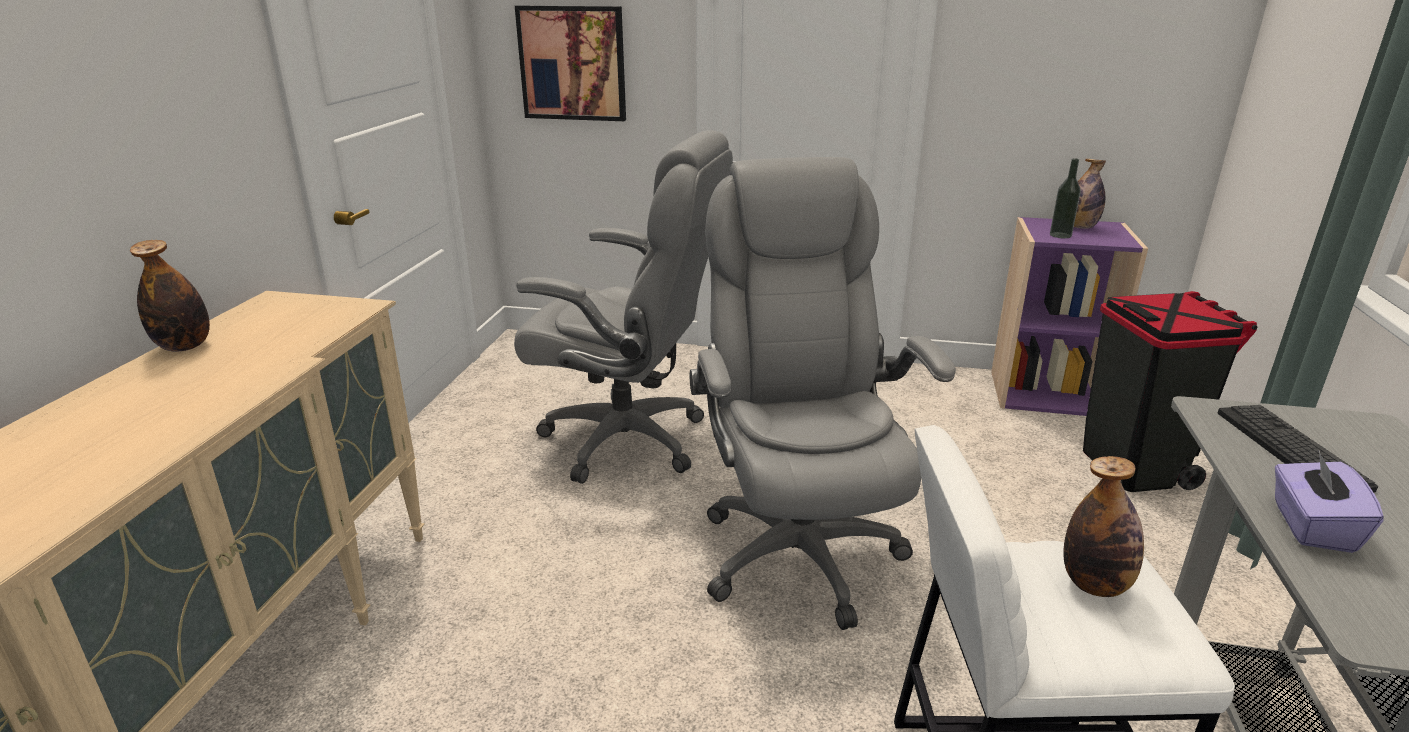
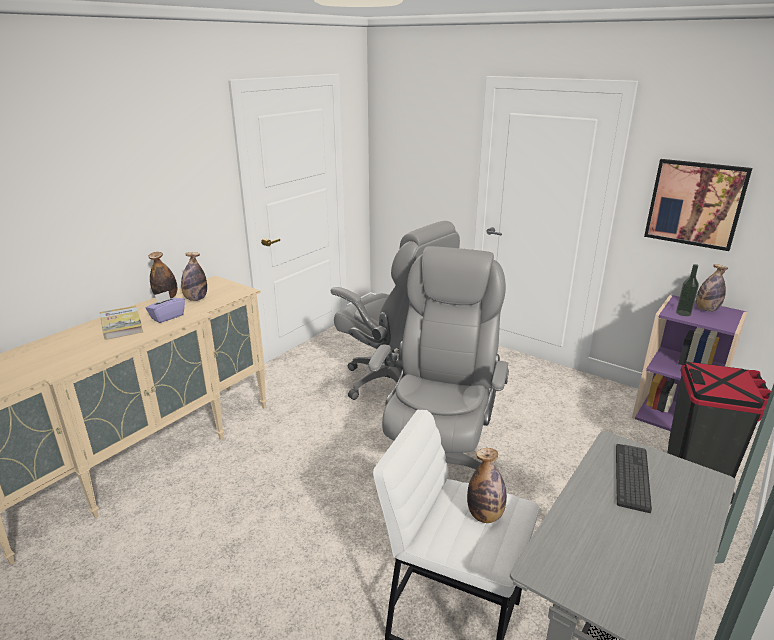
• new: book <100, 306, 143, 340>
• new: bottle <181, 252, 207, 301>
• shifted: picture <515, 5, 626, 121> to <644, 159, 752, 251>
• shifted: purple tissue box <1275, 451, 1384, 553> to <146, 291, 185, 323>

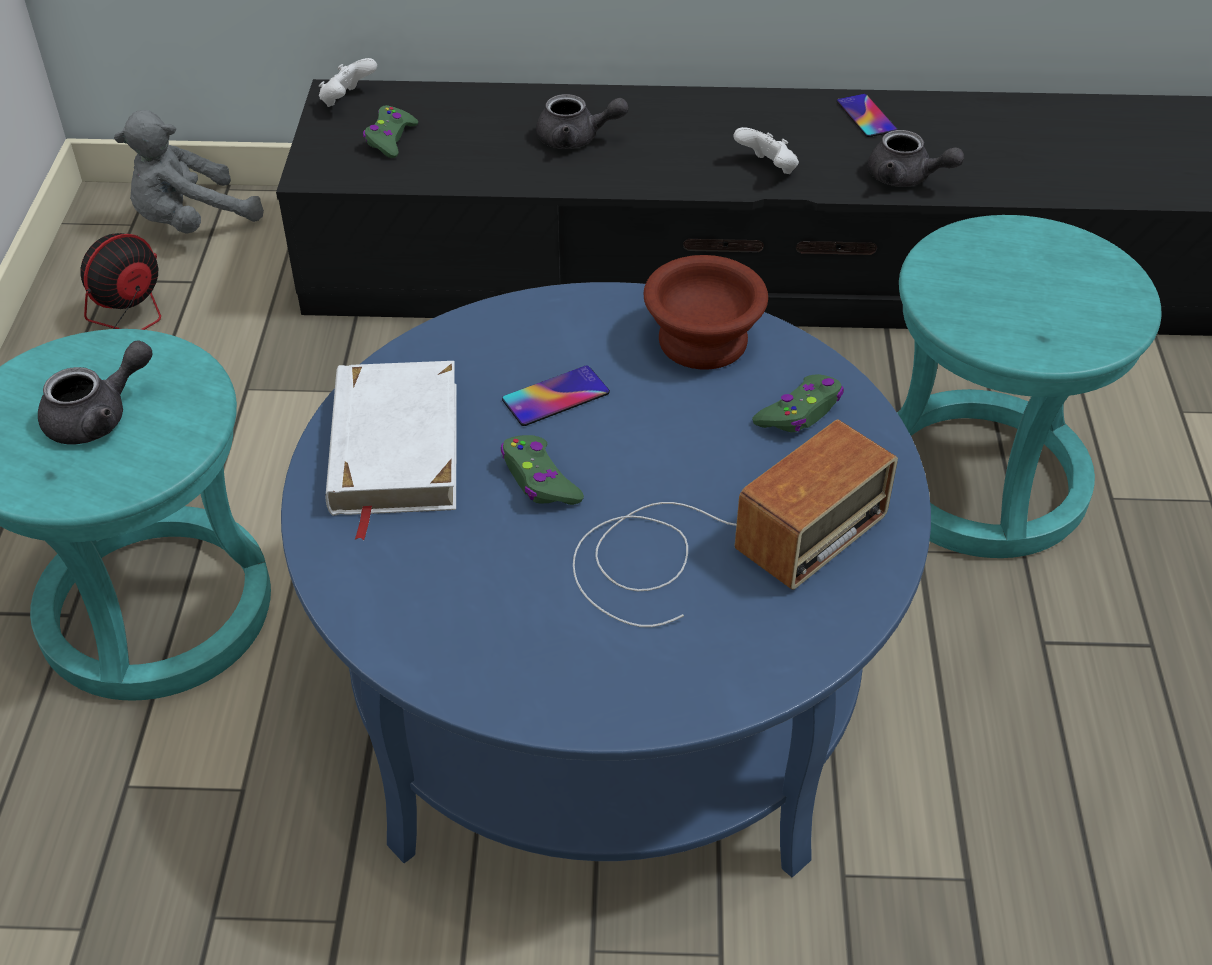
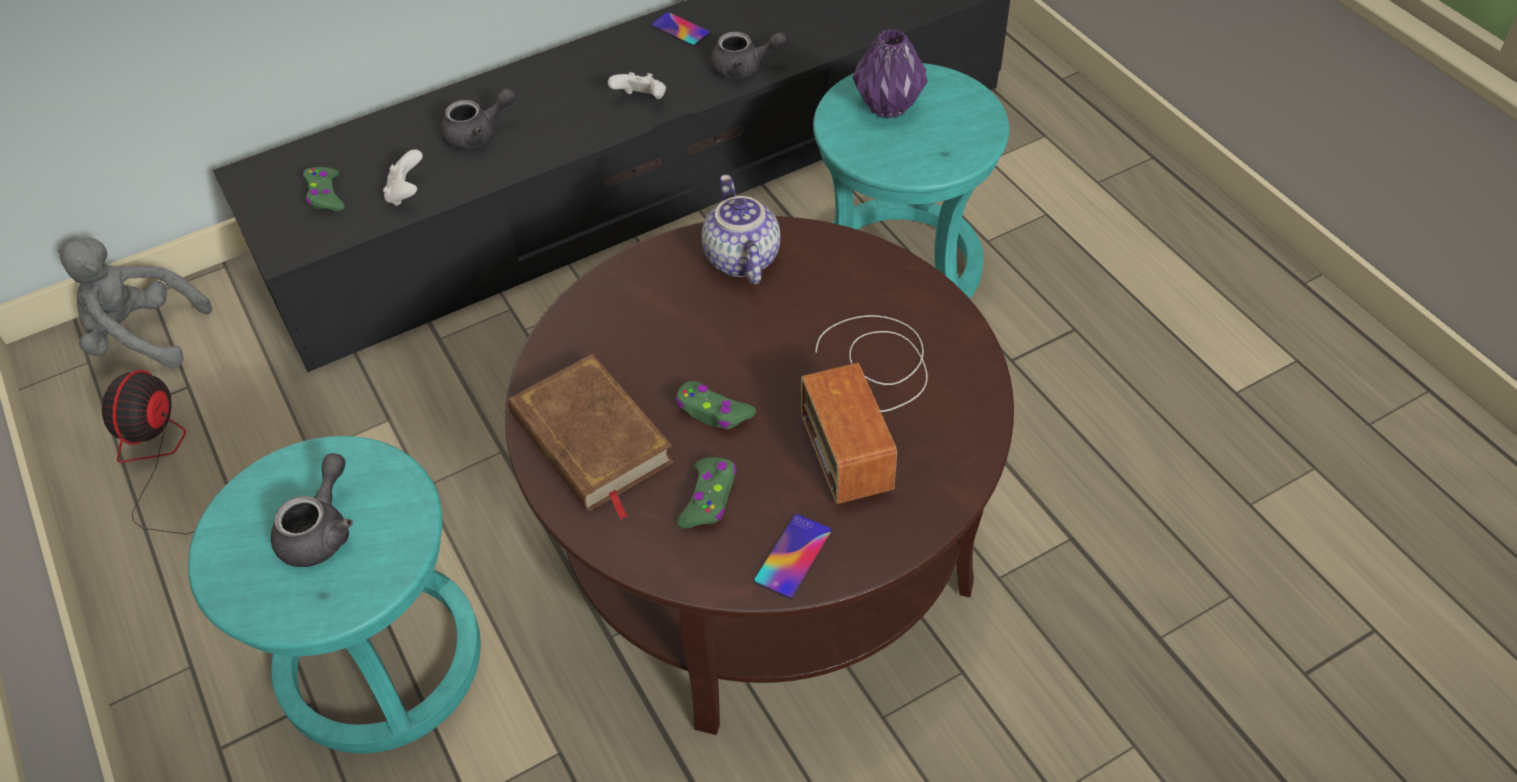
• new: purple vase <852, 29, 928, 119>
• shifted: white game controller <319, 58, 377, 107> to <383, 149, 423, 206>
• shifted: phone <502, 365, 610, 426> to <754, 514, 833, 599>
• shifted: green game controller <752, 374, 844, 432> to <677, 457, 737, 529>
• swapped: brown bowl <644, 255, 768, 370> to teapot <702, 175, 780, 285>
• repainted: blue coffee table <281, 282, 931, 877> to brown coffee table <505, 216, 1014, 735>
• repainted: white book <326, 361, 457, 540> to brown book <508, 354, 674, 520>
• rotated: grey plush toy <114, 110, 264, 234> = <58, 238, 212, 369> 75 degrees clockwise
• rotated: radio <573, 420, 898, 627> = <801, 315, 928, 504> 150 degrees clockwise

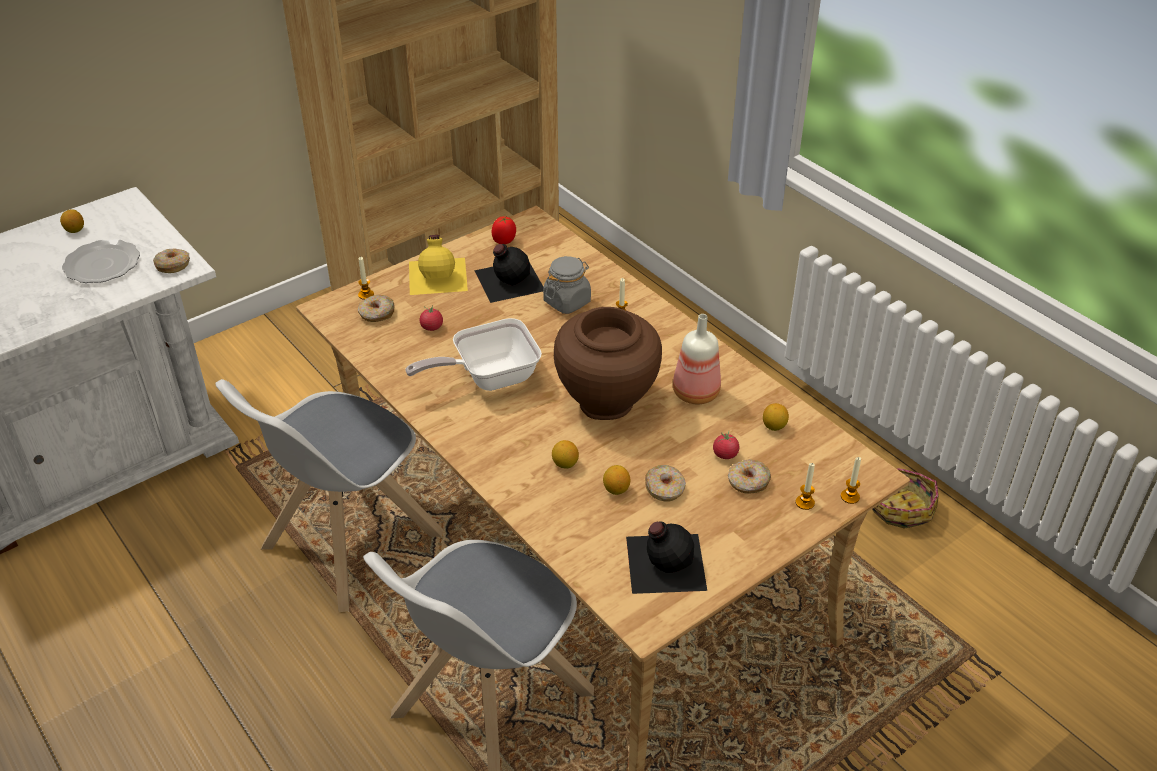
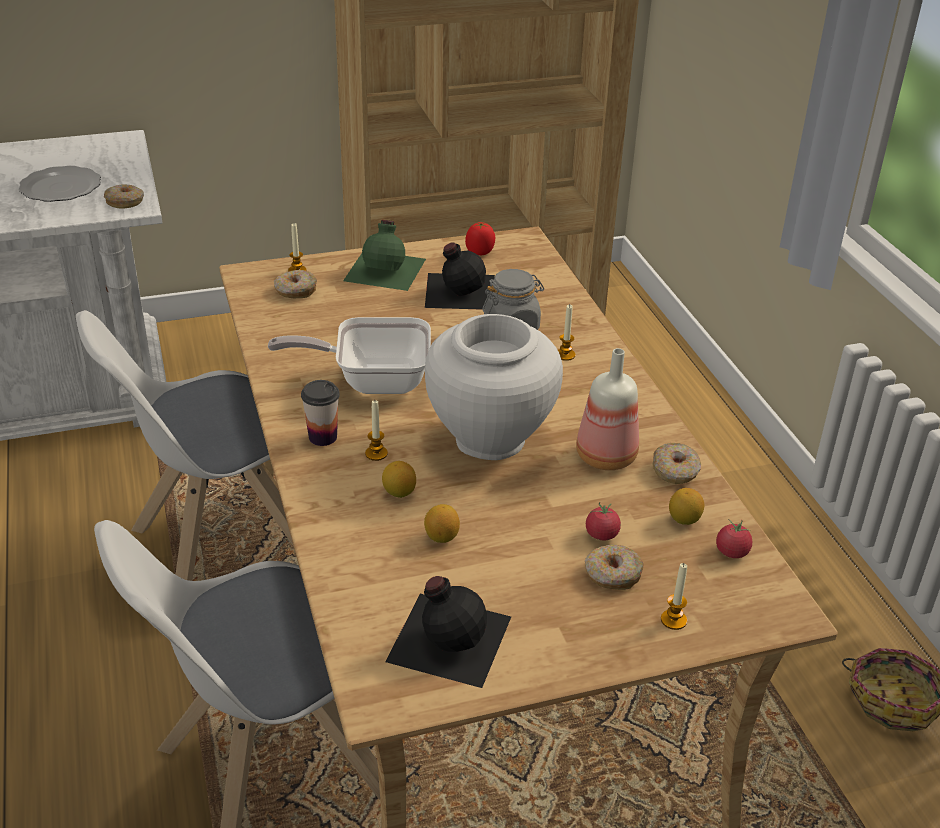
• gone: lemon <60, 209, 84, 233>
• new: cup <301, 380, 340, 446>
• shifted: tomato <420, 305, 443, 331> to <716, 519, 753, 558>
• shifted: donut <645, 465, 686, 502> to <652, 443, 701, 484>
• shifted: candle <841, 457, 861, 504> to <365, 400, 388, 461>
• repainted: yellow bottle <409, 235, 468, 295> to green bottle <343, 220, 426, 291>
• repainted: brown vase <554, 307, 662, 420> to white vase <425, 314, 563, 460>

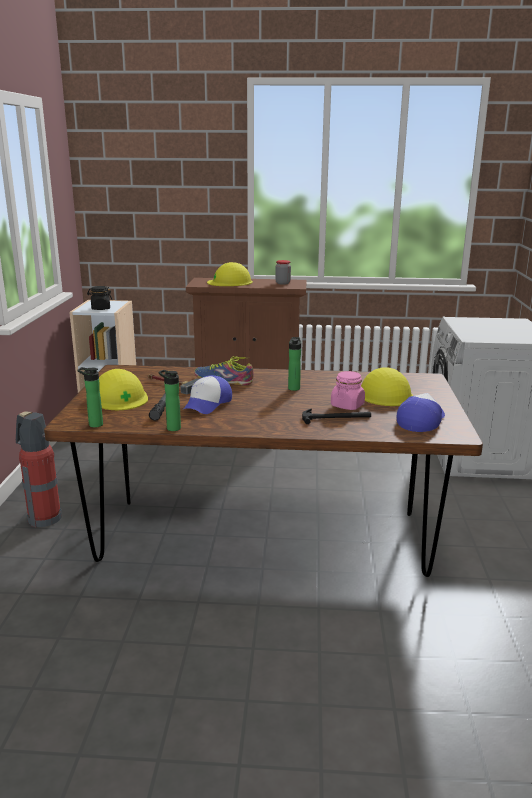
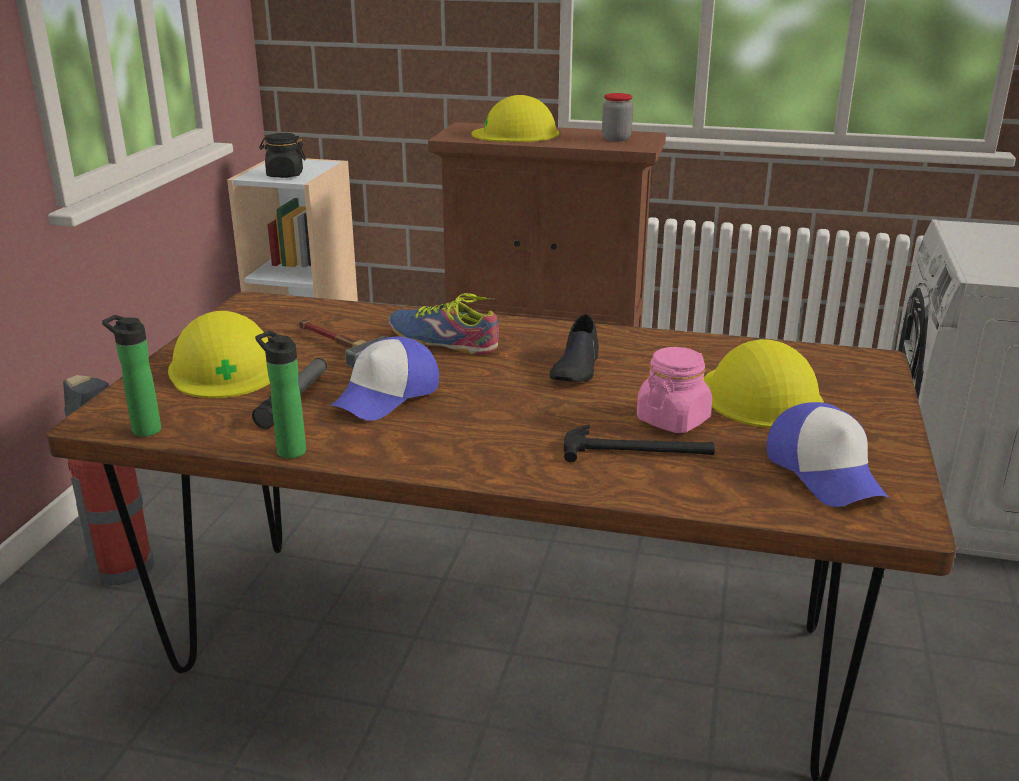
• swapped: bottle <288, 337, 301, 391> to black shoe <550, 314, 599, 382>
• rotated: cap <397, 393, 445, 432> = <767, 402, 889, 507> 120 degrees clockwise

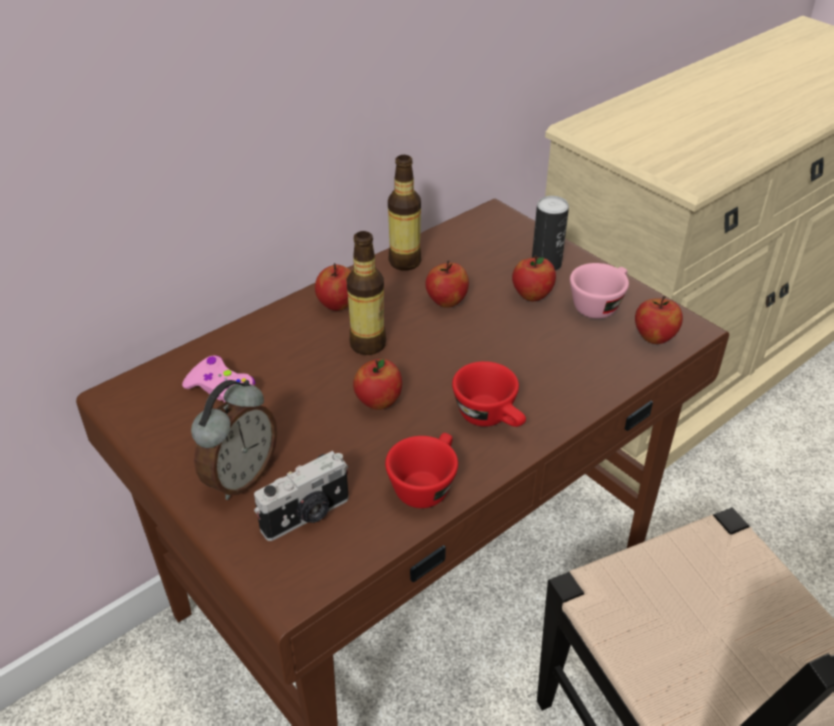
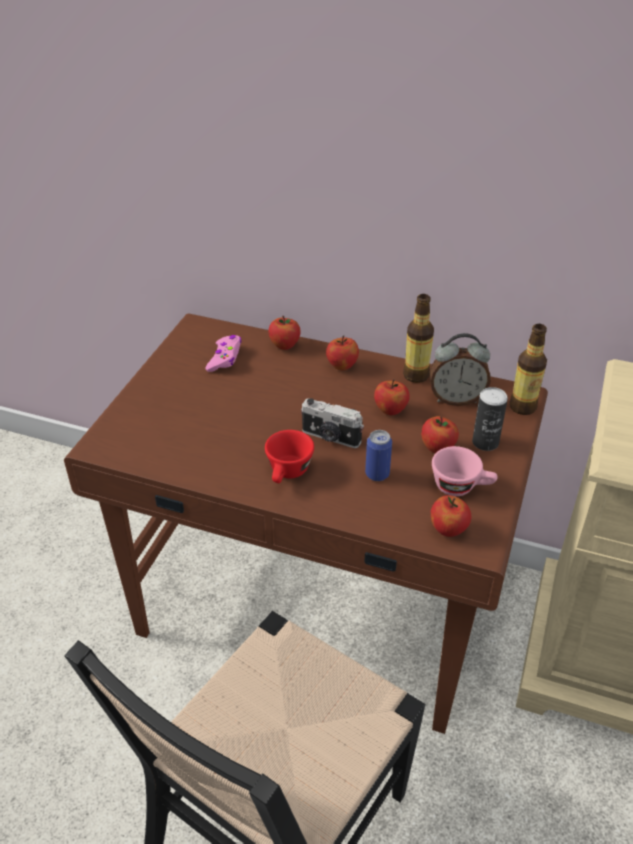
• gone: red cup <385, 433, 458, 508>
• new: can <365, 430, 392, 481>
• shifted: alarm clock <191, 380, 277, 500> to <430, 333, 491, 406>
• shifted: photo camera <254, 451, 349, 541> to <301, 398, 364, 448>
• shifted: bottle <346, 231, 386, 355> to <509, 324, 547, 415>
• shifted: apple <353, 359, 402, 410> to <268, 316, 300, 350>

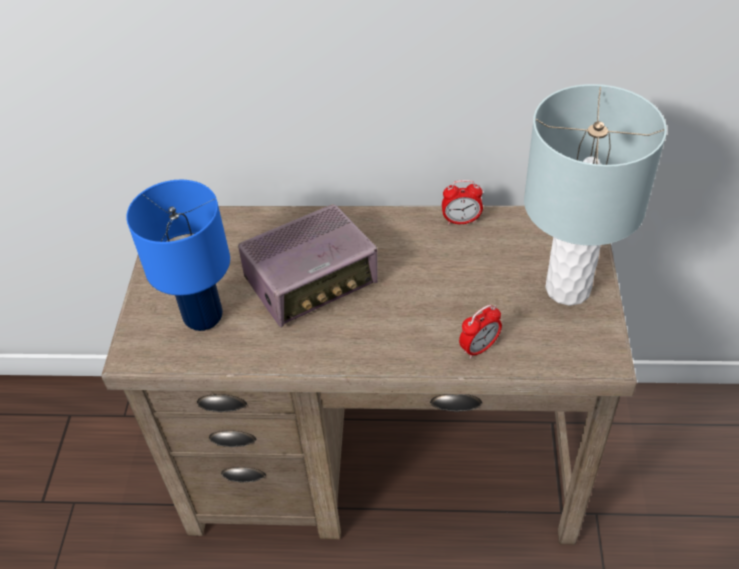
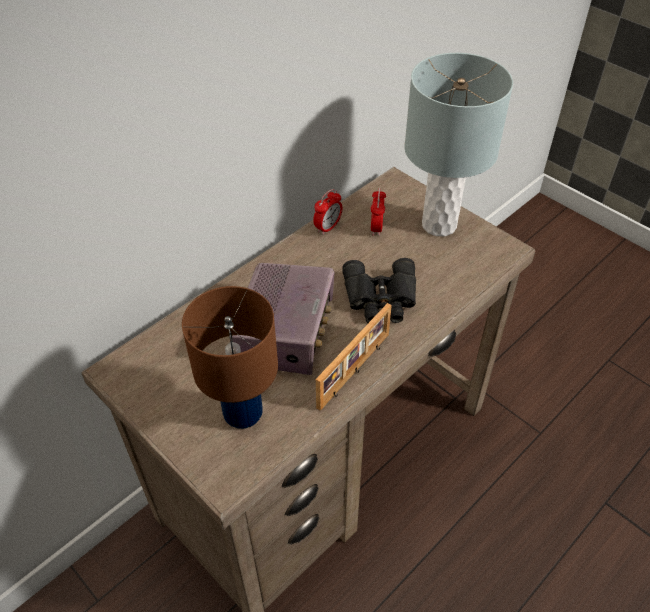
• new: picture frame <316, 303, 392, 411>
• new: black binoculars <343, 258, 416, 323>
• shifted: alarm clock <459, 305, 502, 359> to <370, 188, 386, 236>
• repainted: blue table lamp <126, 180, 230, 331> to brown table lamp <182, 286, 278, 429>

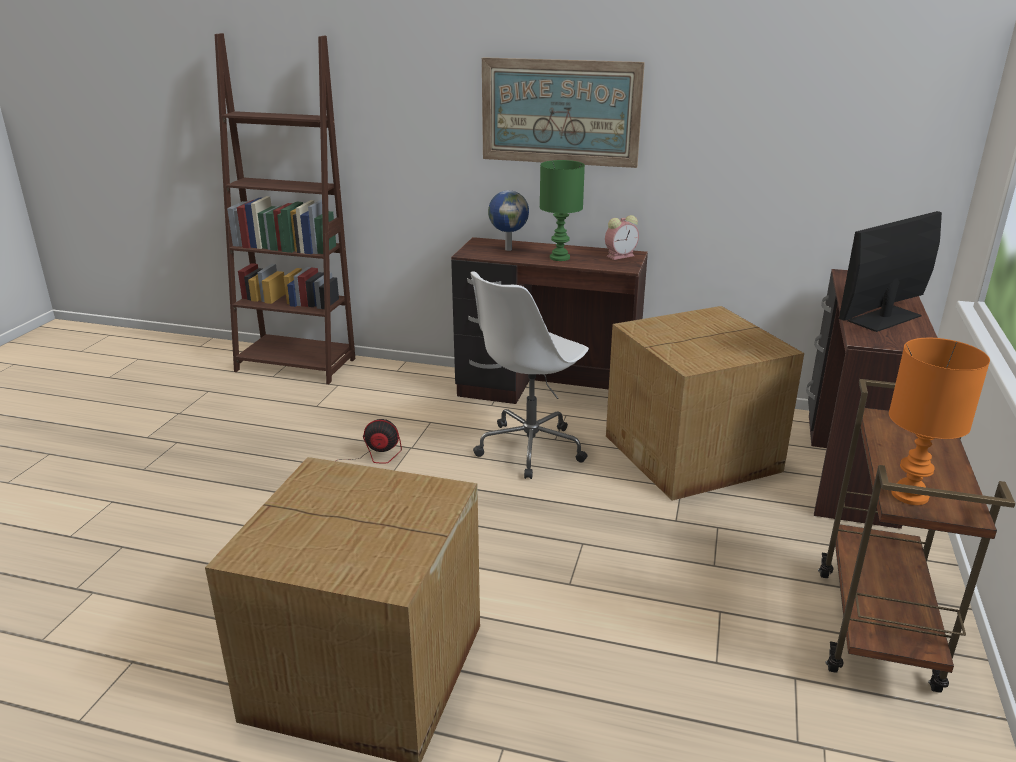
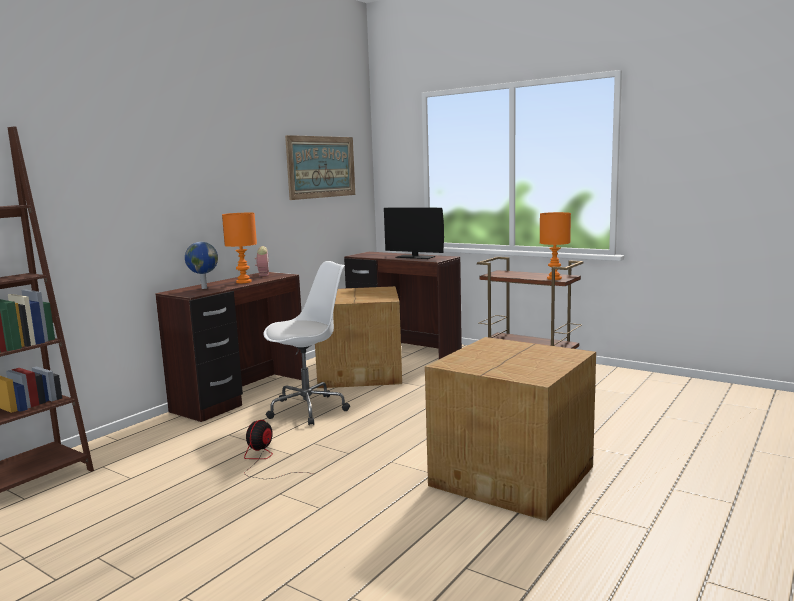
• shifted: picture <482, 57, 645, 168> to <285, 135, 355, 200>
• repainted: green table lamp <540, 160, 585, 261> to orange table lamp <222, 213, 257, 283>
• rotated: white office chair <470, 271, 589, 479> = <263, 261, 350, 425> 90 degrees counterclockwise
• rotated: monitor <839, 211, 942, 332> = <384, 208, 444, 259> 45 degrees counterclockwise

